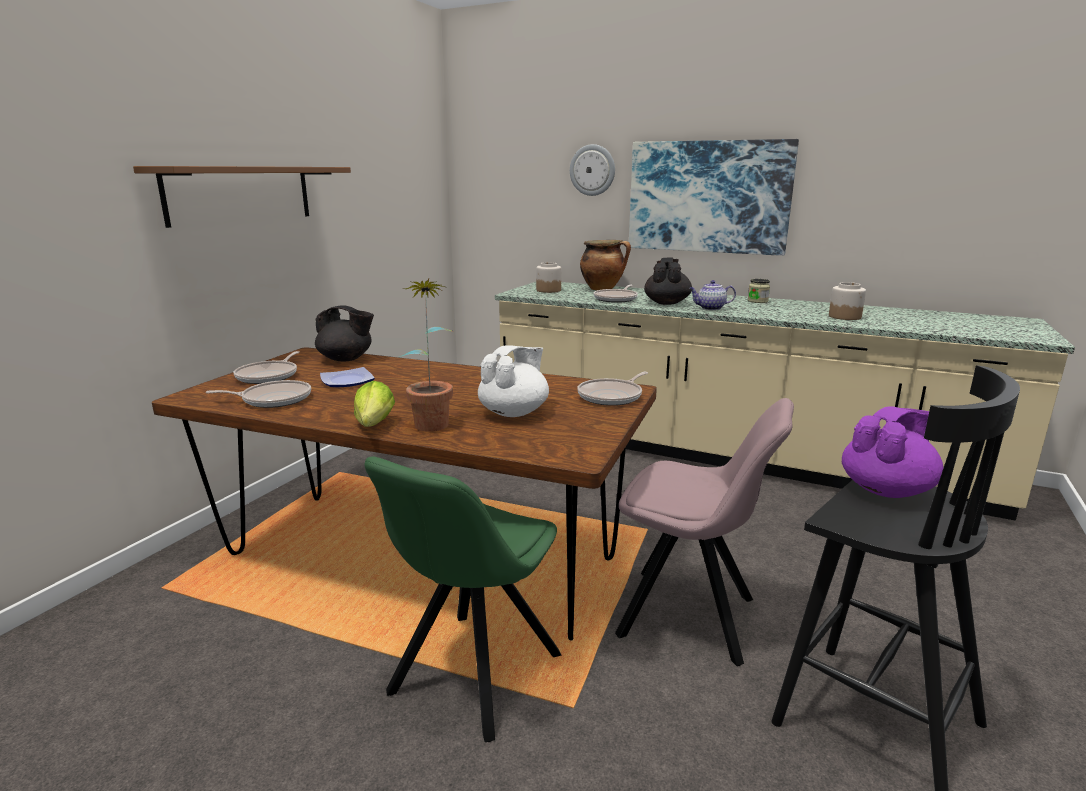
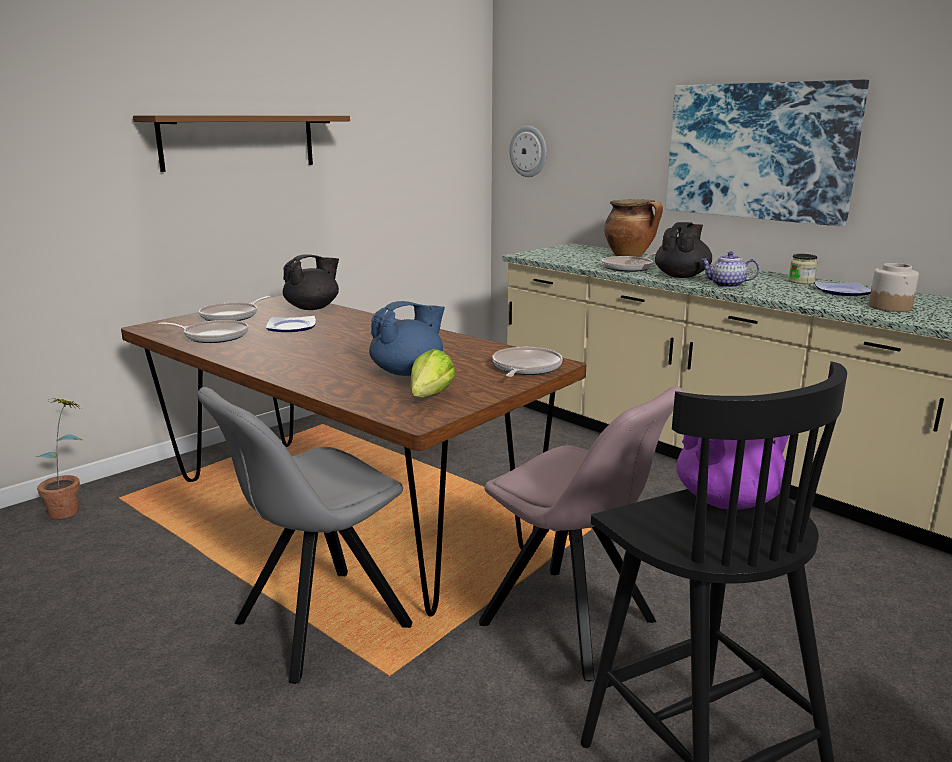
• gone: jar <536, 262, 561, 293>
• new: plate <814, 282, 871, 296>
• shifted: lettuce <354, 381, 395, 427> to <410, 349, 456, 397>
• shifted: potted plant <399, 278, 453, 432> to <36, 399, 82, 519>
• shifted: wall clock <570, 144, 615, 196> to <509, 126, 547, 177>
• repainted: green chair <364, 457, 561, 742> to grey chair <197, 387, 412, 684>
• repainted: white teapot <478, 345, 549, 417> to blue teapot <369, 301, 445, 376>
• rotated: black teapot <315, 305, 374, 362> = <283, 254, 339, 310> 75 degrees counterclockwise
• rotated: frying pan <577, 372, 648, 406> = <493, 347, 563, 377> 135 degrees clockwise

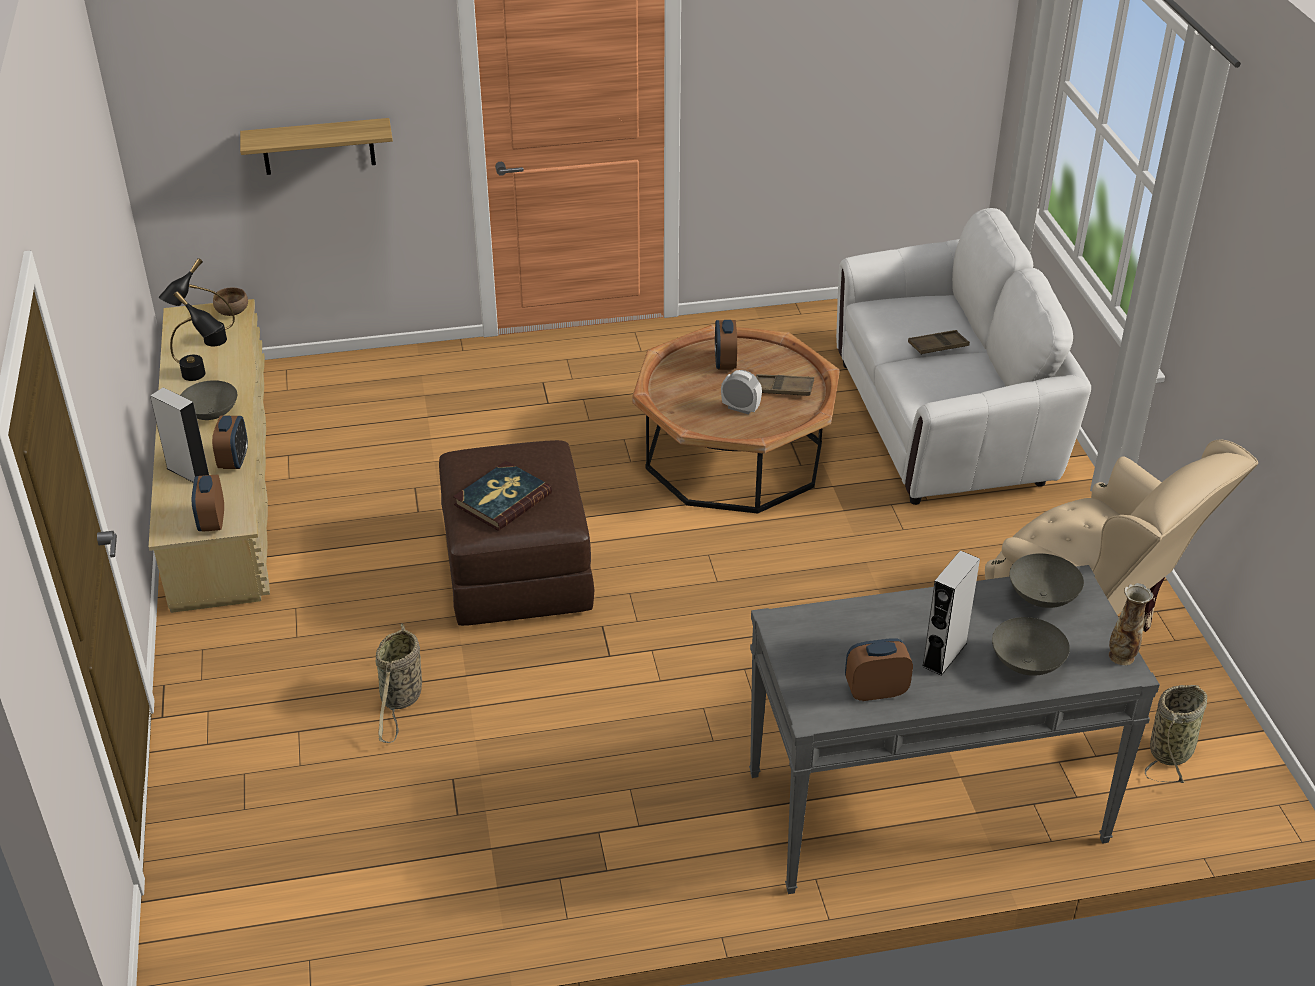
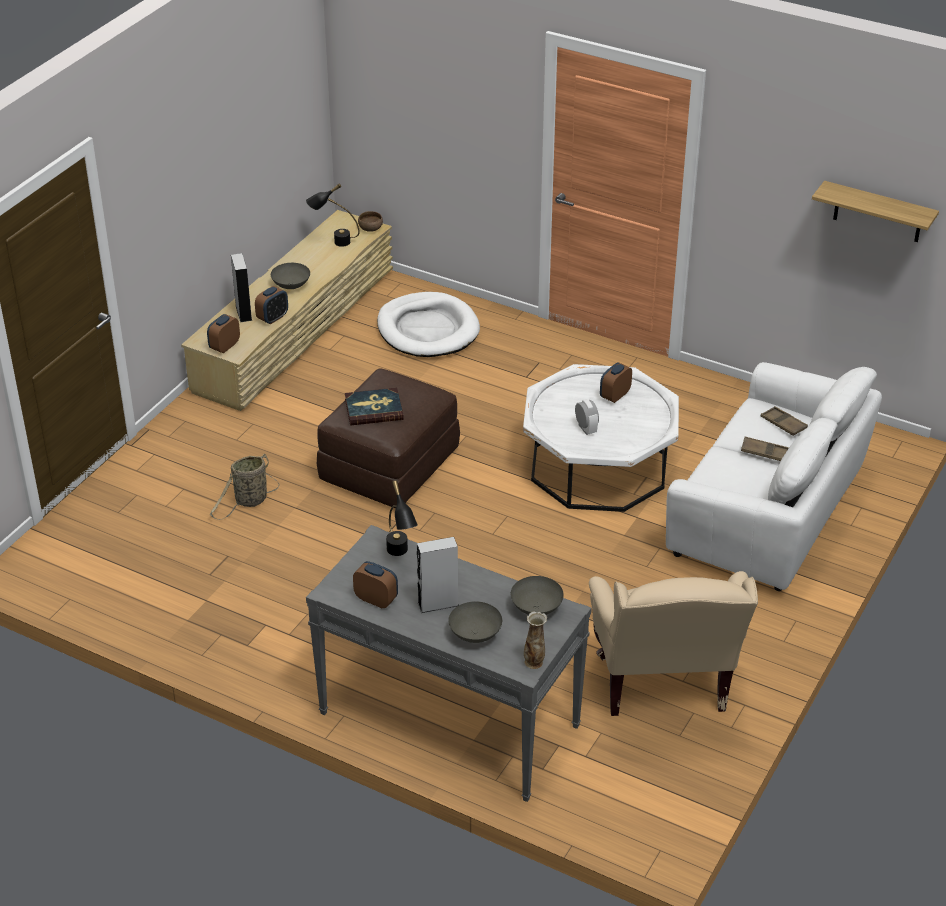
• gone: basket <1145, 685, 1207, 783>
• new: white dog bed <377, 292, 480, 357>
• shifted: black table lamp <170, 291, 223, 381> to <386, 480, 418, 556>
• shifted: shelf <240, 118, 393, 175> to <812, 181, 939, 242>
• shifted: brown tray <756, 374, 814, 396> to <761, 406, 808, 436>
• repainted: brown coffee table <632, 325, 839, 514> to white coffee table <523, 364, 679, 512>

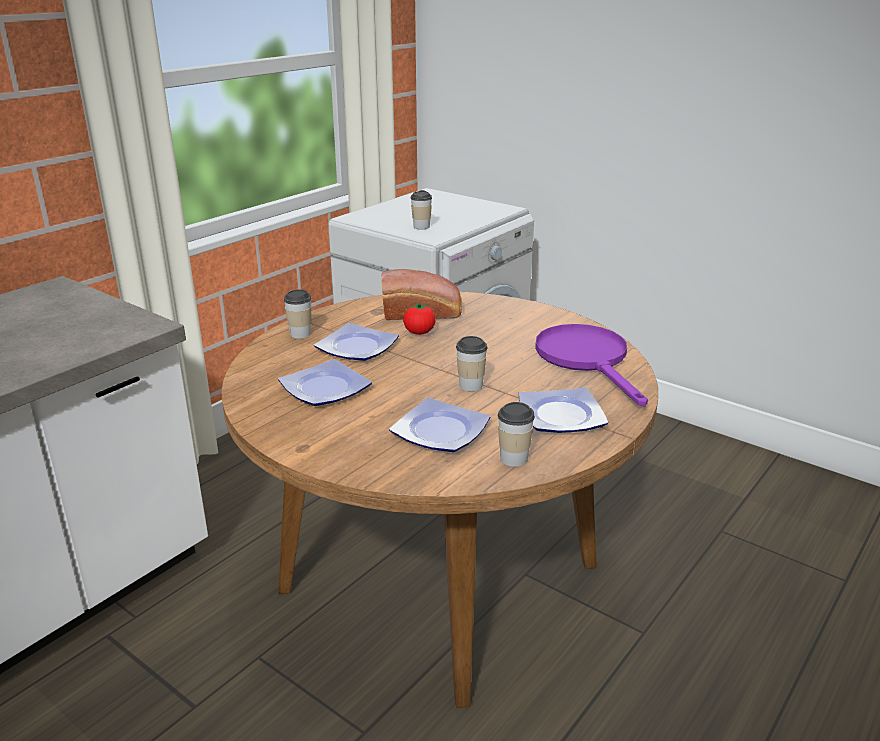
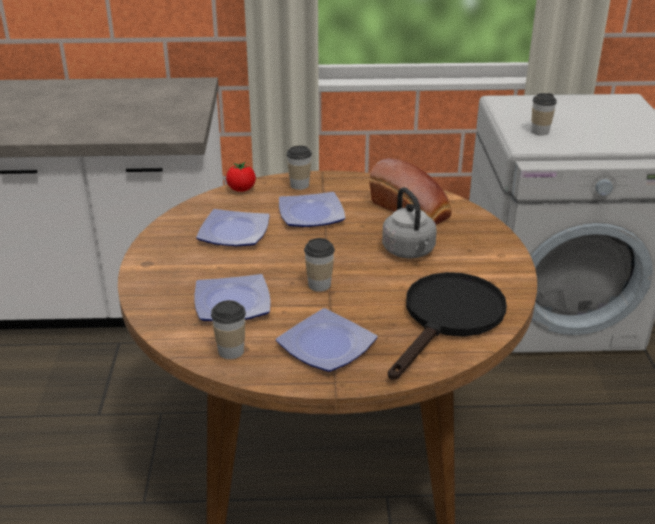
• new: grey kettle <382, 187, 437, 259>
• shifted: tomato <403, 302, 436, 335> to <226, 162, 256, 192>
• repainted: purple frying pan <535, 324, 648, 406> to black frying pan <388, 272, 507, 380>

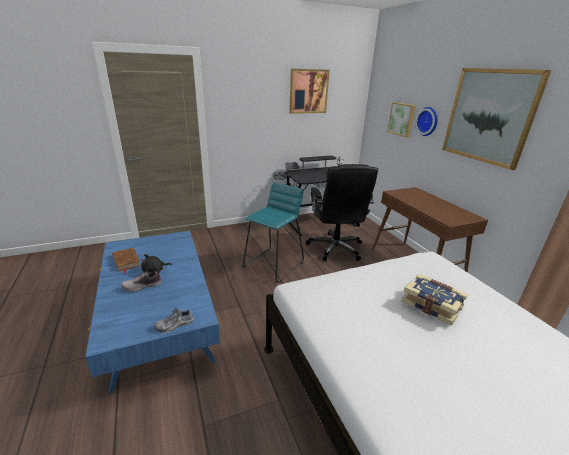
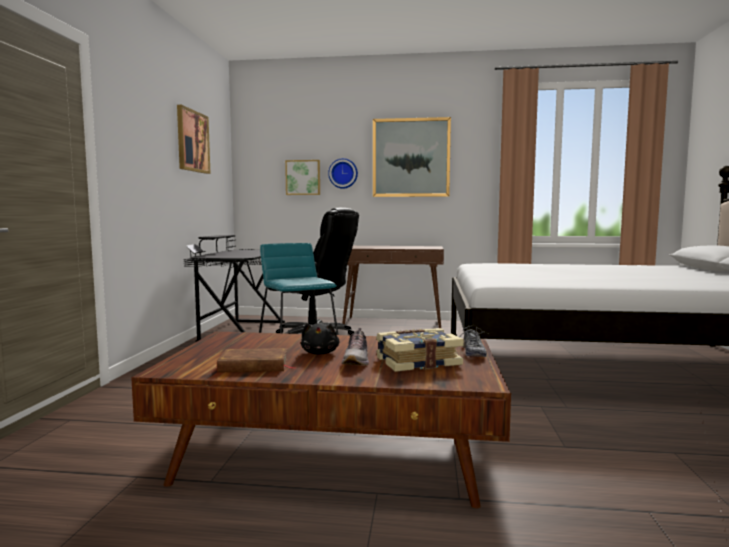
• shifted: book <401, 274, 468, 326> to <376, 328, 464, 372>
• repainted: blue coffee table <85, 231, 220, 393> to brown coffee table <131, 331, 511, 508>

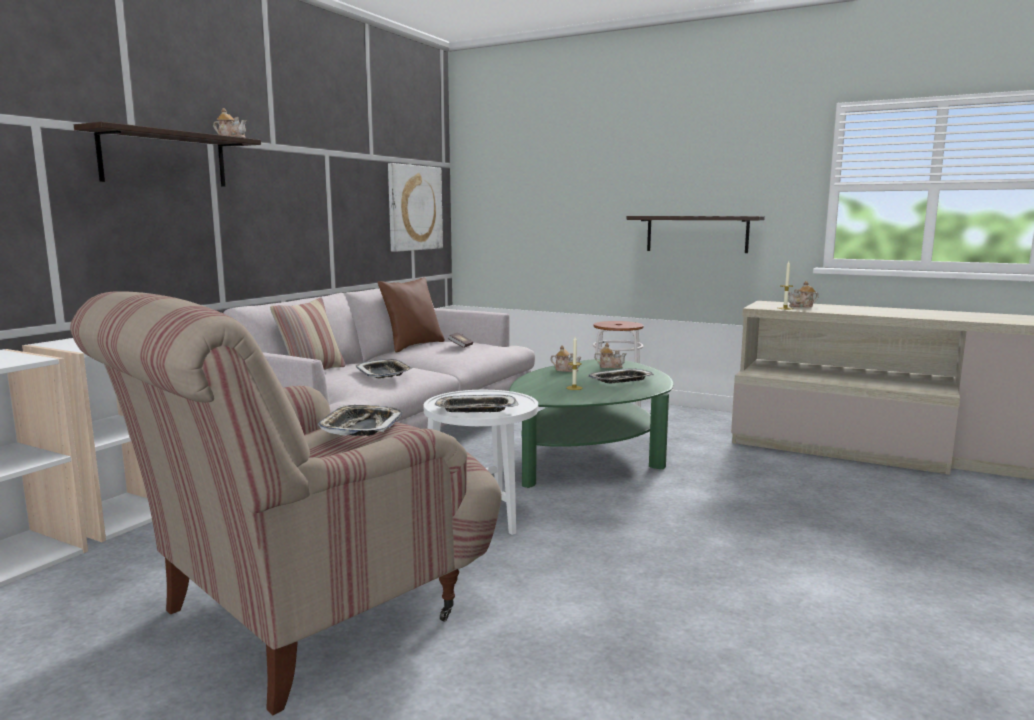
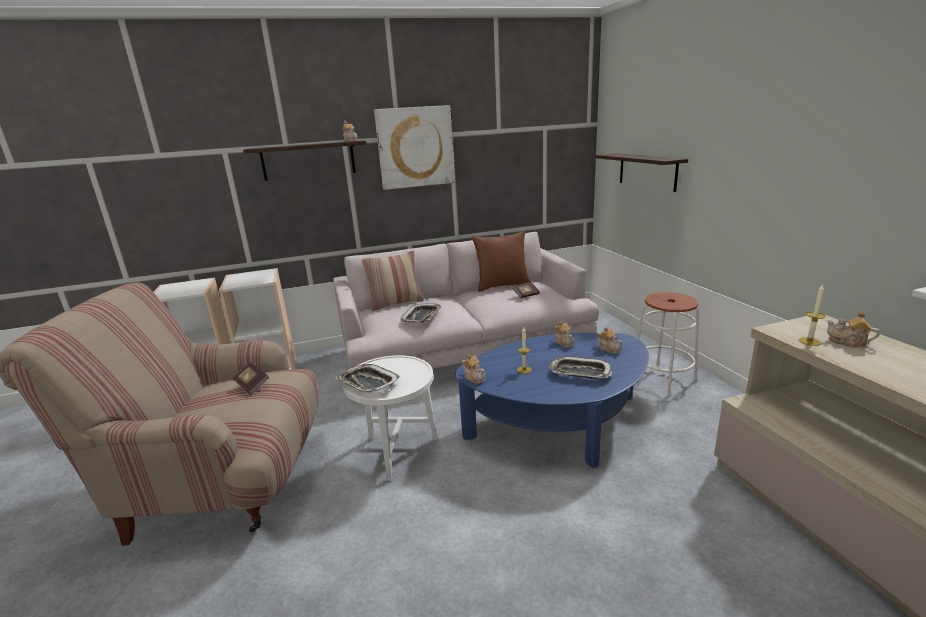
• new: teapot <462, 354, 486, 384>
• shifted: picture <388, 163, 443, 252> to <374, 105, 455, 190>
• shifted: shelf <627, 216, 765, 253> to <596, 153, 688, 192>
• swapped: tray <318, 405, 402, 436> to book <233, 362, 269, 395>
• repainted: green coffee table <509, 359, 674, 488> to blue coffee table <455, 333, 649, 468>

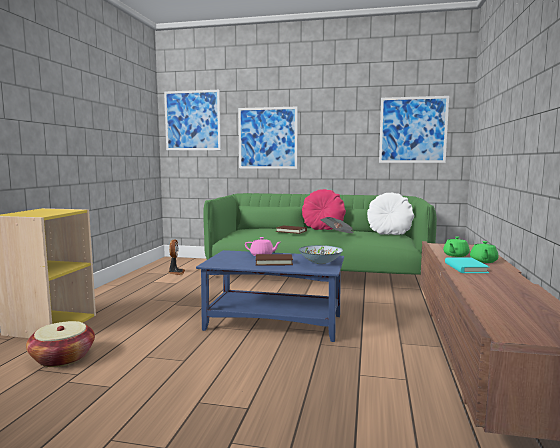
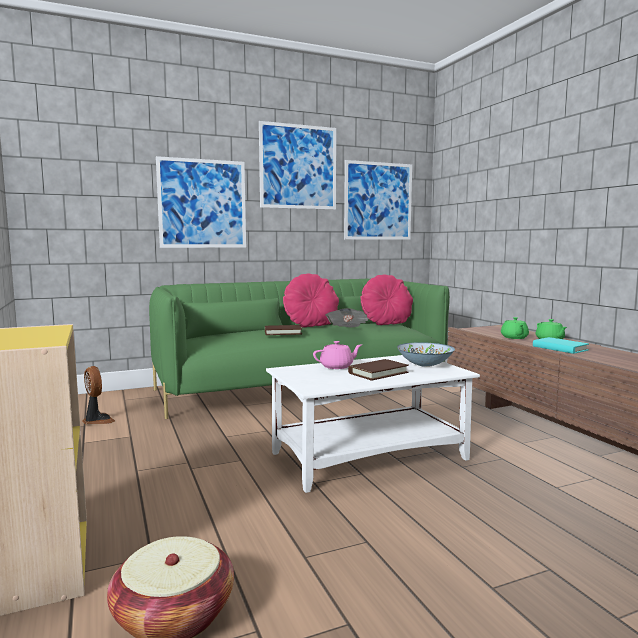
• shifted: picture <164, 90, 221, 150> to <259, 121, 336, 210>
• repainted: blue coffee table <196, 250, 344, 342> to white coffee table <266, 355, 480, 493>
• repainted: white pillow <367, 193, 414, 235> to pink pillow <360, 274, 413, 325>

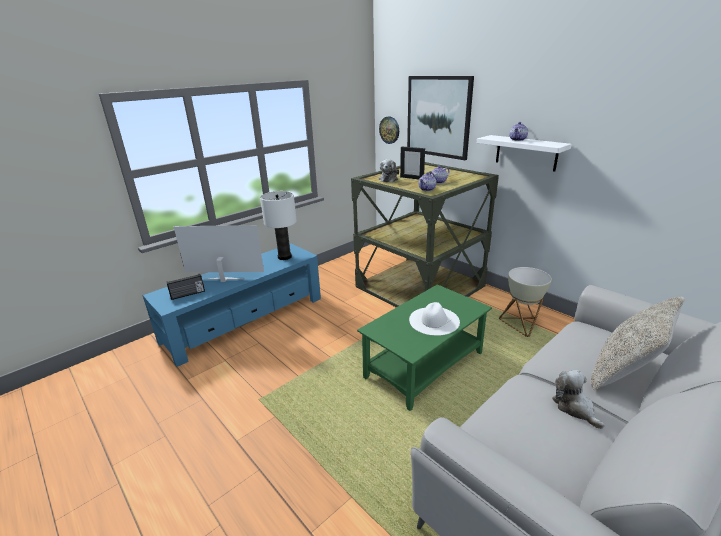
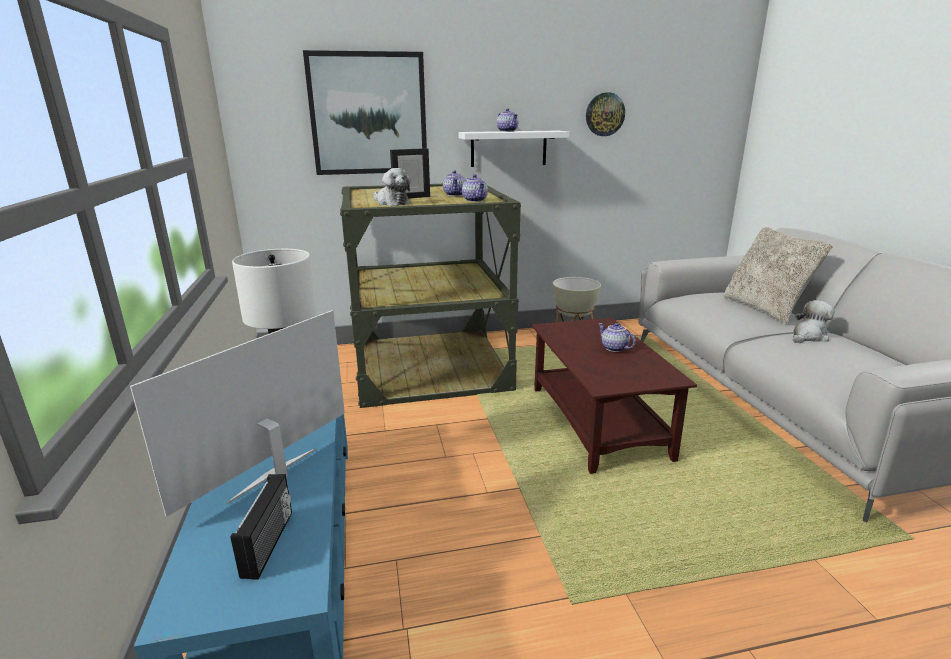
• shifted: wall clock <379, 116, 399, 144> to <586, 92, 625, 136>
• swapped: white hat <409, 302, 460, 336> to teapot <598, 323, 636, 352>
• repainted: green coffee table <357, 284, 492, 411> to brown coffee table <532, 318, 697, 474>
• rotated: plush toy <552, 370, 605, 429> = <793, 300, 835, 343> 135 degrees clockwise

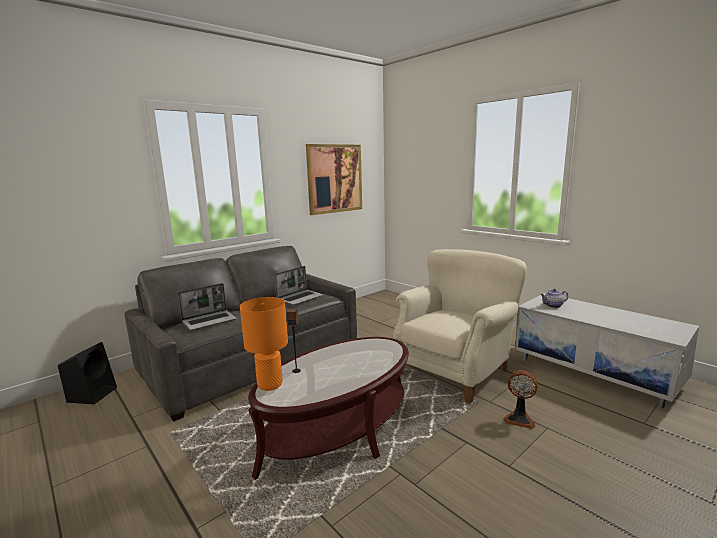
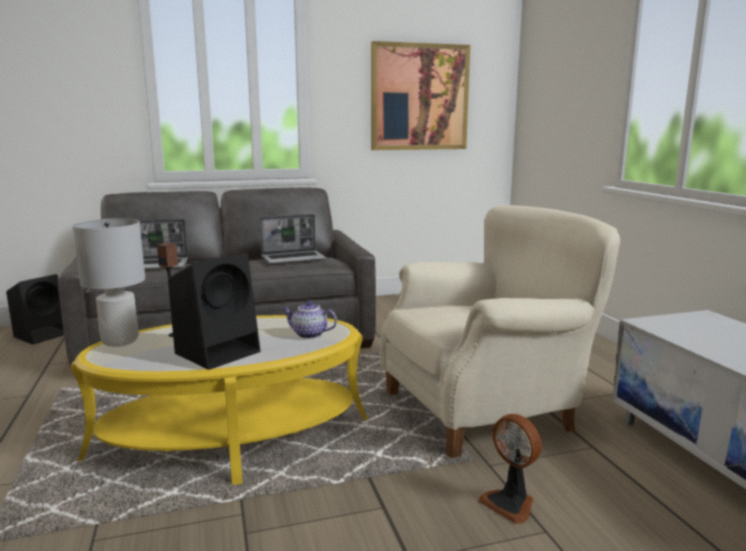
• new: black speaker <168, 252, 260, 370>
• shifted: teapot <540, 289, 568, 308> to <282, 301, 337, 339>
• repainted: orange table lamp <240, 297, 288, 391> to grey table lamp <73, 218, 145, 347>
• repainted: brown coffee table <248, 337, 409, 480> to yellow coffee table <71, 315, 368, 485>

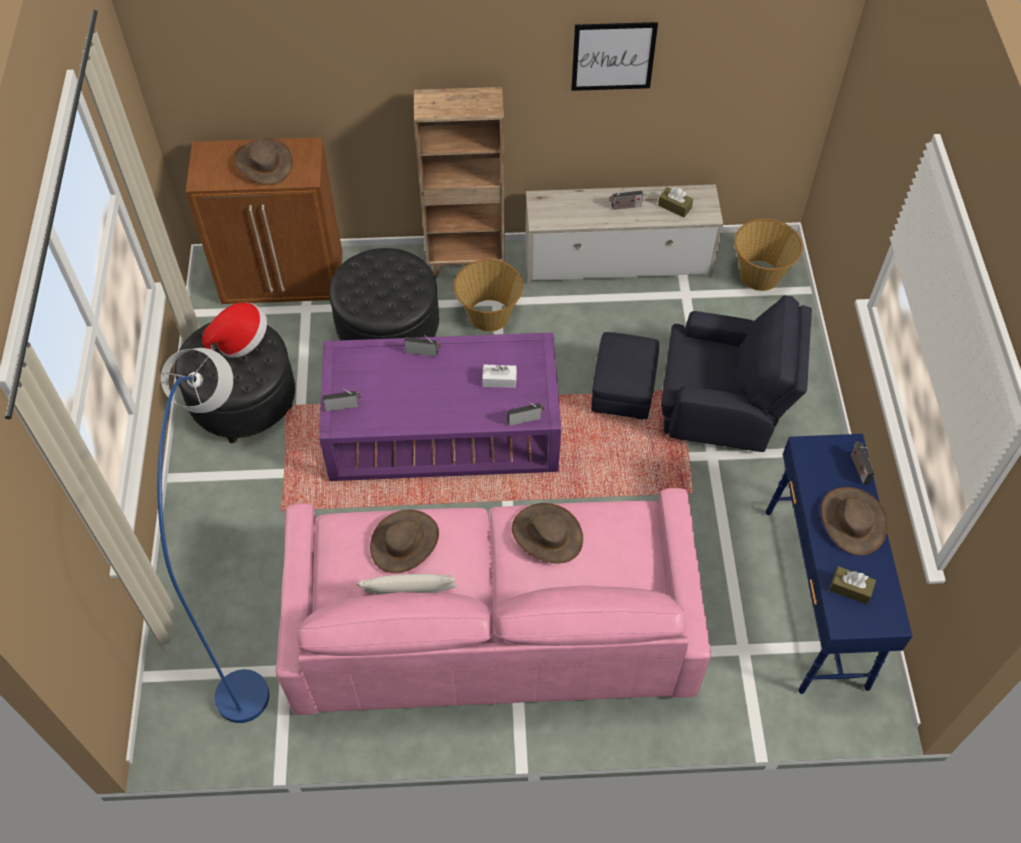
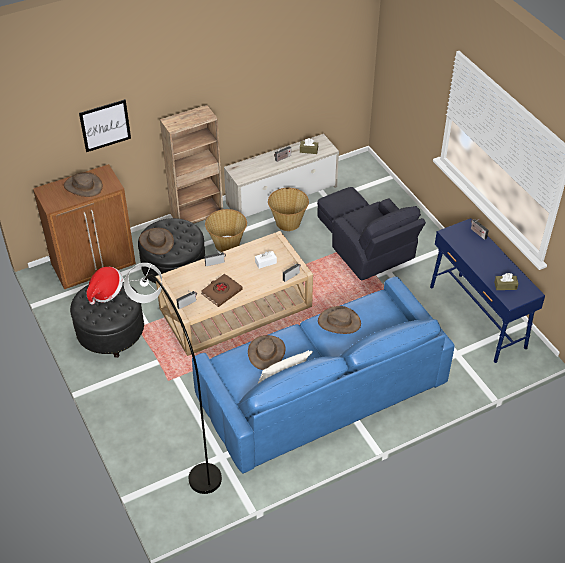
• new: brown book <201, 274, 242, 307>
• shifted: picture <571, 22, 658, 91> to <79, 99, 131, 152>
• shifted: basket <734, 219, 803, 291> to <268, 188, 309, 231>
• shifted: brown hat <821, 487, 888, 556> to <139, 228, 174, 255>
• repainted: blue floor lamp <157, 348, 269, 723> to grey floor lamp <124, 263, 222, 494>
• repainted: pink sofa <276, 488, 711, 715> to blue sofa <192, 276, 455, 473>
• repainted: purple coffee table <319, 332, 561, 481> to beige coffee table <155, 231, 313, 356>
• rotated: black armchair <591, 295, 812, 452> = <317, 187, 426, 281> 75 degrees clockwise

